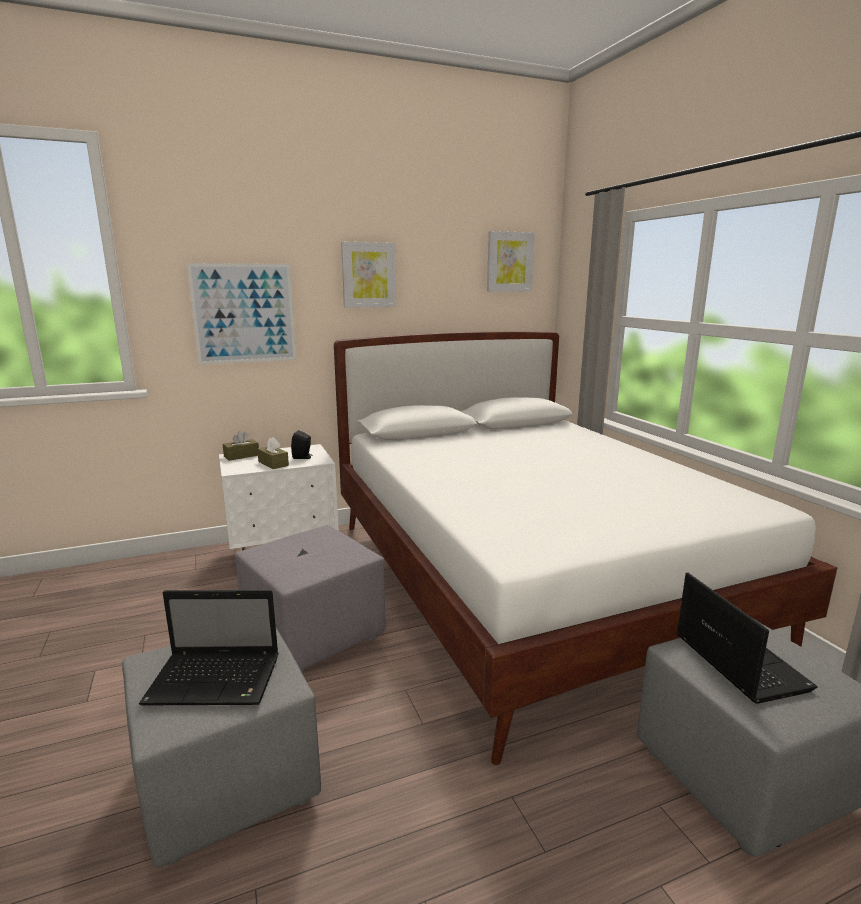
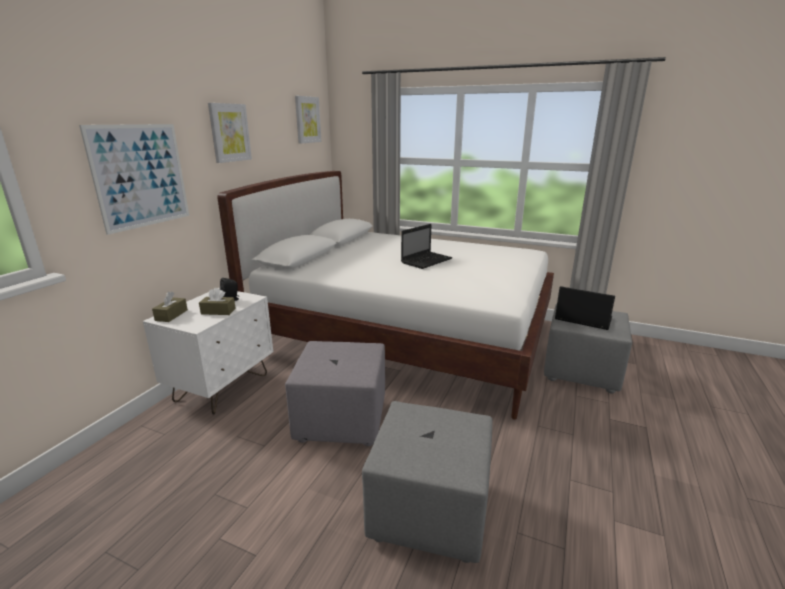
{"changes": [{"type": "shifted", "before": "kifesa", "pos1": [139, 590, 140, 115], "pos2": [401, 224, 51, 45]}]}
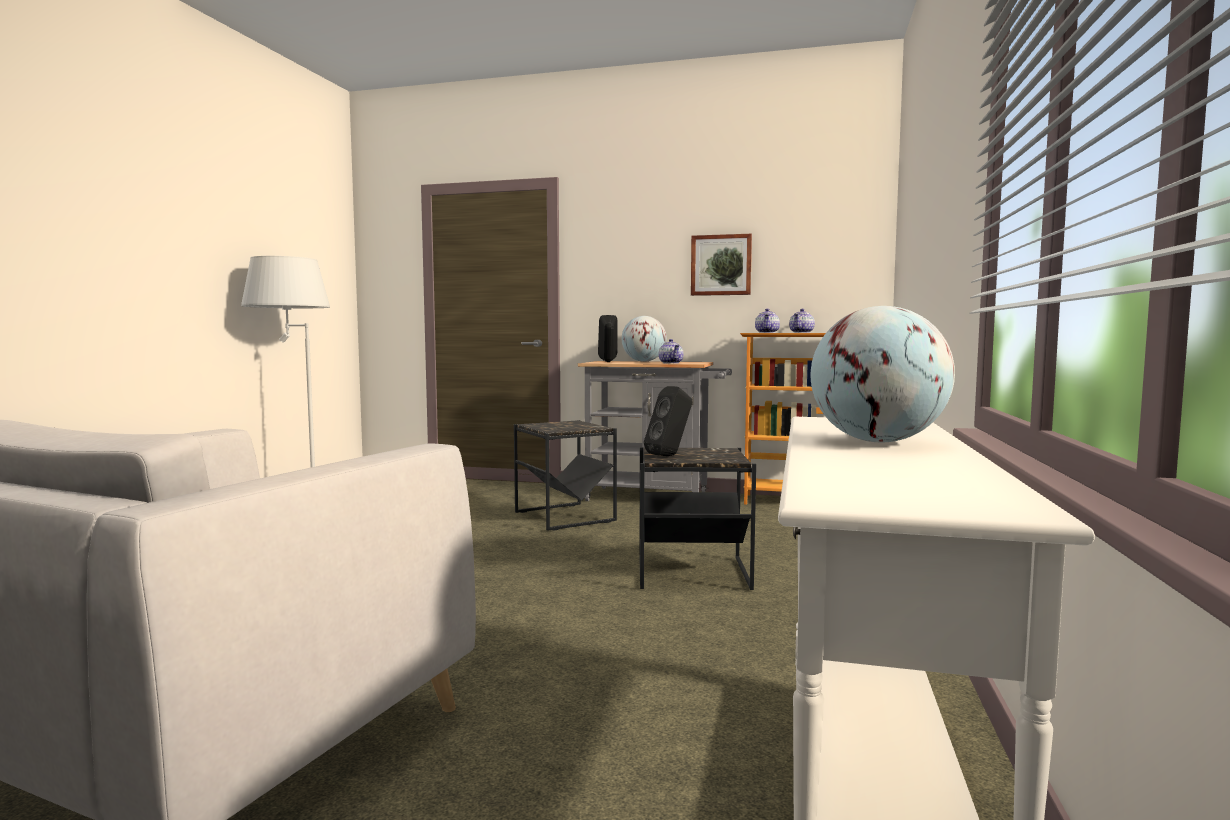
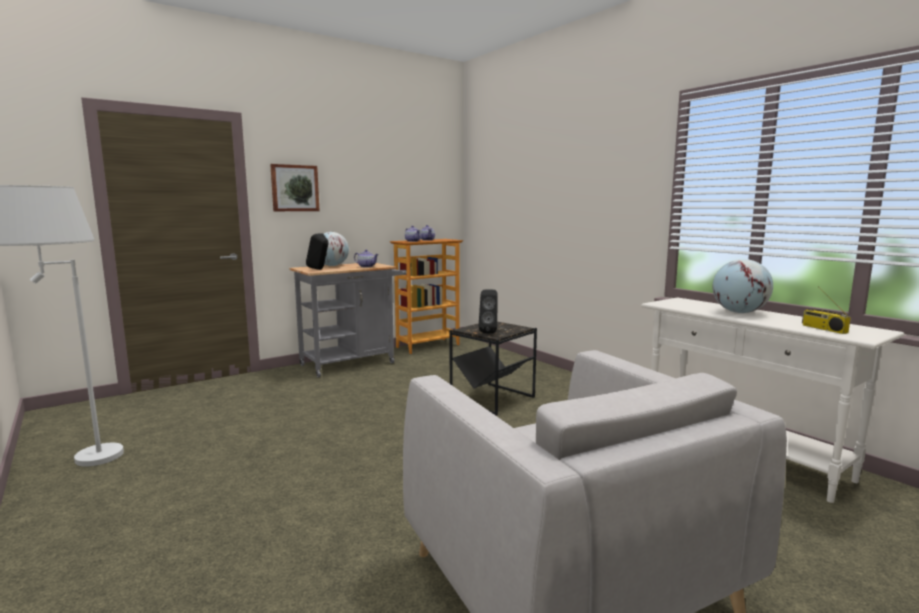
{"changes": [{"type": "shifted", "before": "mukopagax", "pos1": [691, 234, 61, 62], "pos2": [270, 164, 50, 47]}, {"type": "new", "after": "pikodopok", "pos2": [802, 286, 49, 48]}, {"type": "gone", "before": "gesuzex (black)", "pos1": [514, 420, 103, 111]}]}
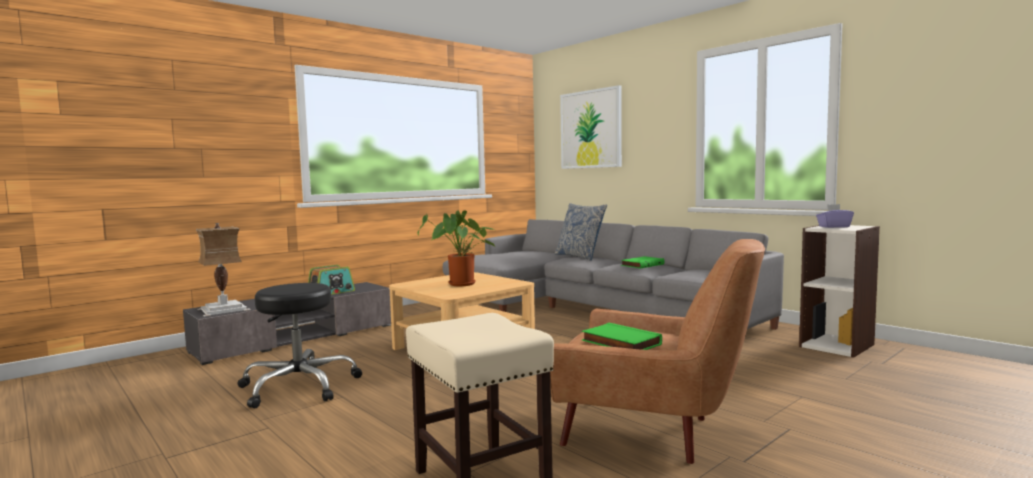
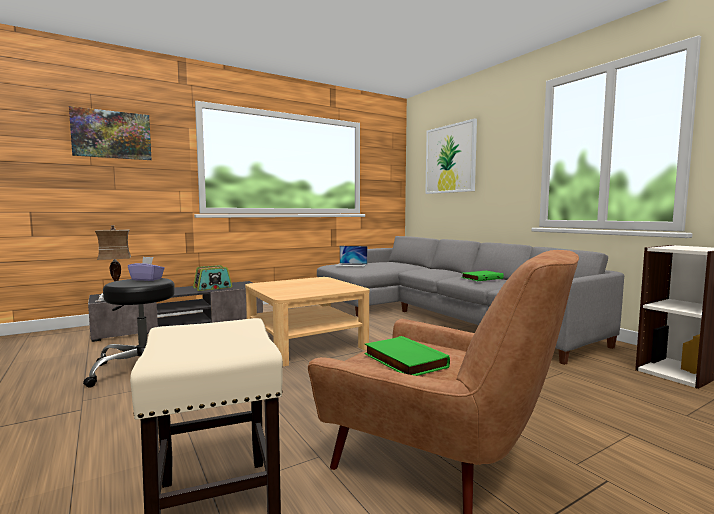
{"changes": [{"type": "new", "after": "mukopagax", "pos2": [69, 106, 83, 54]}, {"type": "shifted", "before": "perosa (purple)", "pos1": [816, 204, 38, 24], "pos2": [128, 257, 37, 24]}, {"type": "new", "after": "kifesa", "pos2": [335, 246, 32, 21]}, {"type": "gone", "before": "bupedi", "pos1": [417, 210, 78, 76]}, {"type": "gone", "before": "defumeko", "pos1": [555, 203, 52, 58]}]}
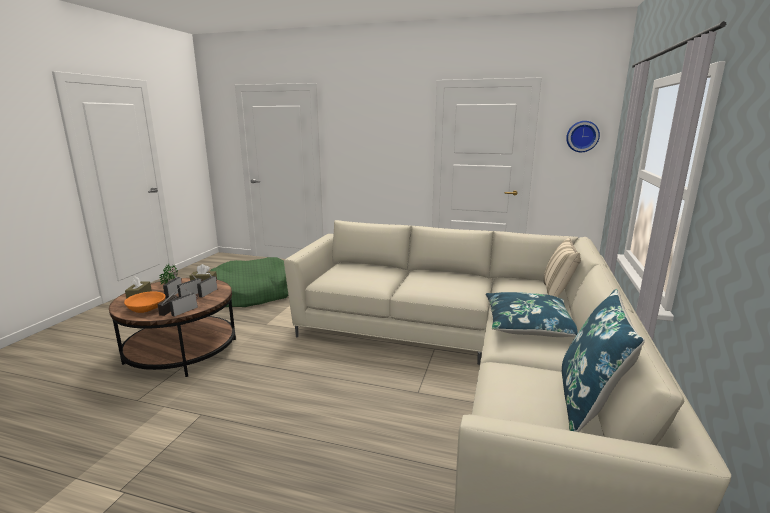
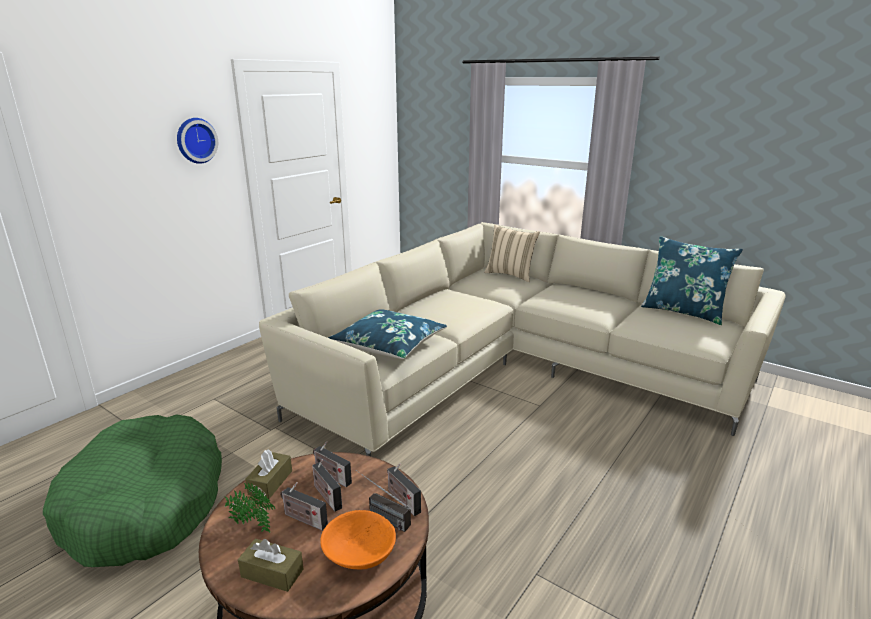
{"changes": [{"type": "shifted", "before": "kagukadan", "pos1": [566, 121, 34, 31], "pos2": [177, 118, 41, 46]}, {"type": "shifted", "before": "defumeko (blue)", "pos1": [486, 292, 91, 45], "pos2": [328, 309, 119, 50]}]}
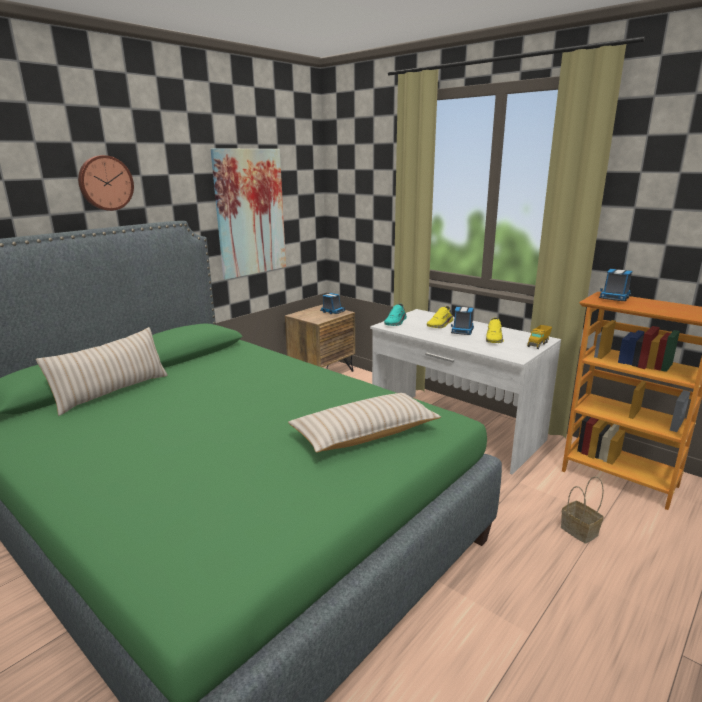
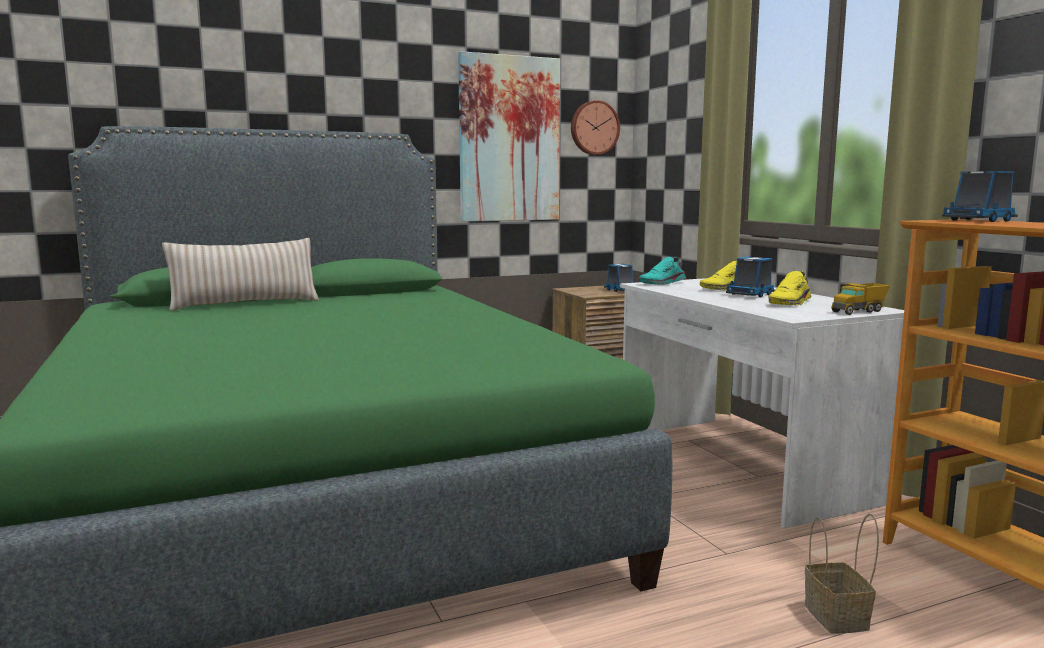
{"changes": [{"type": "shifted", "before": "kagukadan", "pos1": [78, 155, 56, 56], "pos2": [571, 100, 49, 55]}, {"type": "gone", "before": "defumeko (beige)", "pos1": [288, 393, 153, 60]}]}
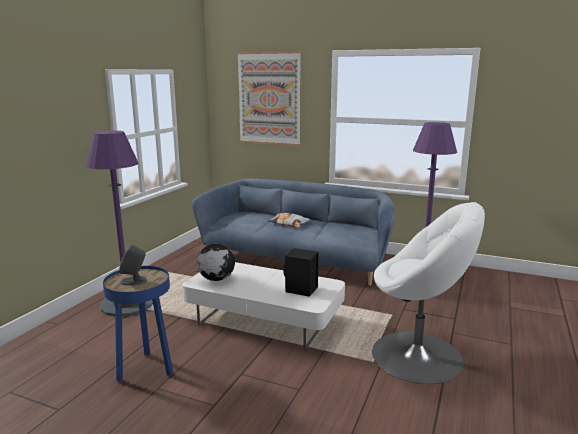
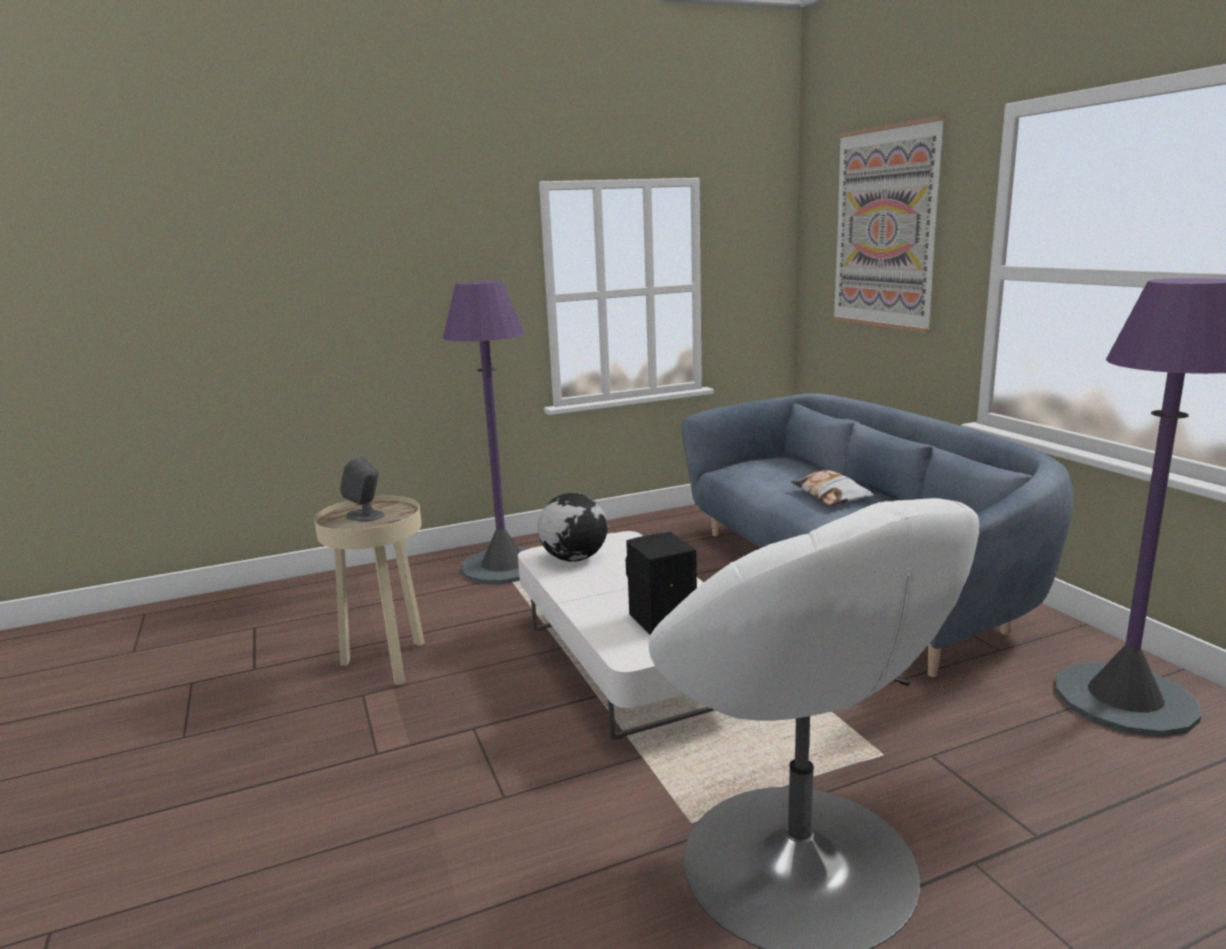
{"changes": [{"type": "repainted", "before": "gesuzex (blue)", "after": "gesuzex (beige)", "pos1": [103, 266, 70, 116], "pos2": [314, 496, 111, 189]}]}
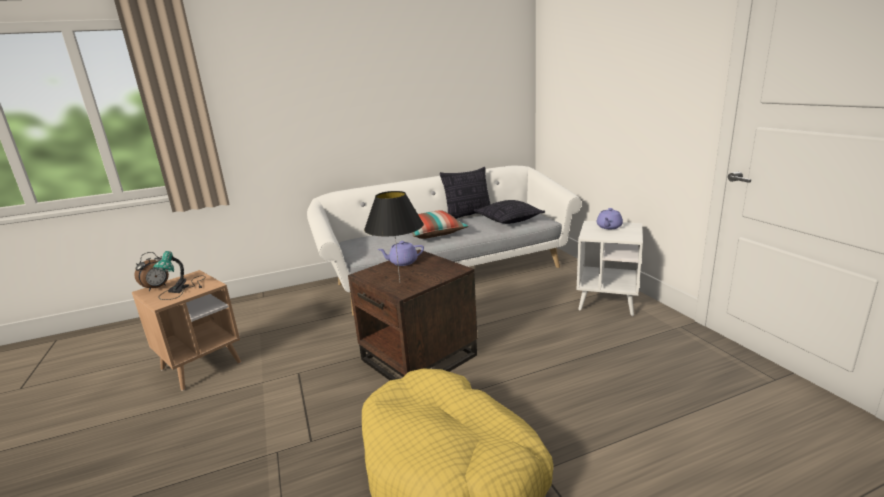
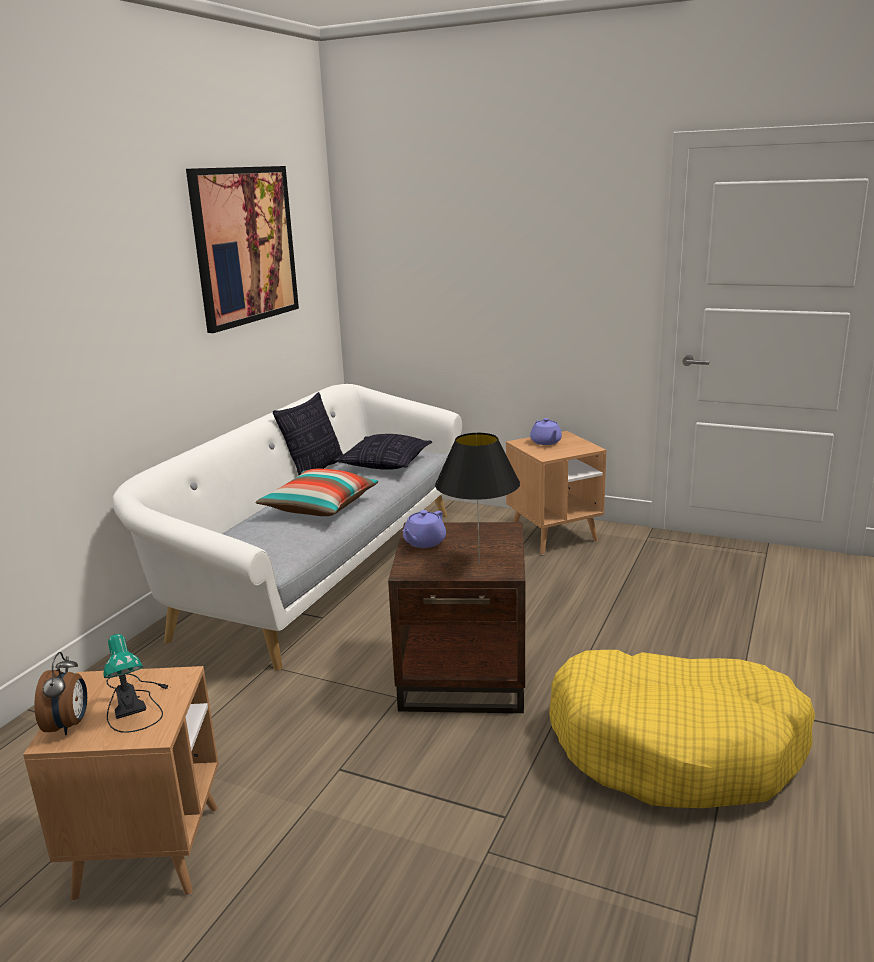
{"changes": [{"type": "new", "after": "mukopagax", "pos2": [186, 166, 113, 167]}, {"type": "repainted", "before": "gesuzex (white)", "after": "gesuzex (brown)", "pos1": [577, 221, 66, 95], "pos2": [506, 431, 100, 124]}]}
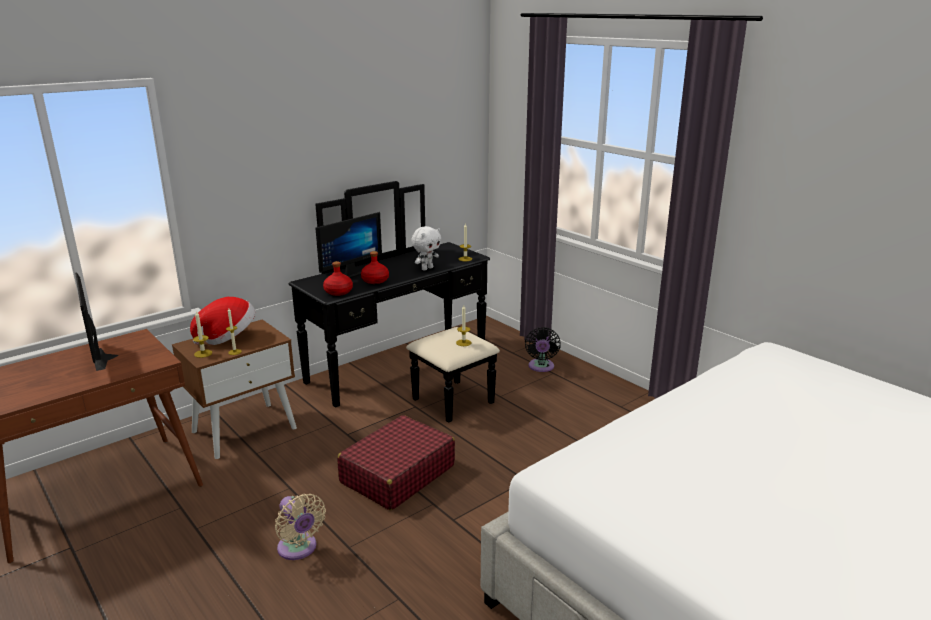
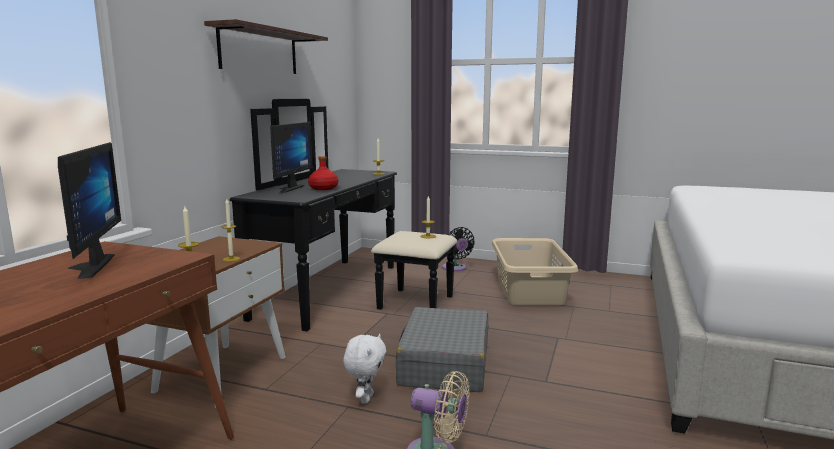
{"changes": [{"type": "rotated", "before": "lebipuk", "pos1": [75, 272, 43, 99], "pos2": [58, 142, 63, 137], "turn": -135}, {"type": "new", "after": "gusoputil", "pos2": [204, 19, 124, 55]}, {"type": "shifted", "before": "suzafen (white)", "pos1": [411, 226, 30, 45], "pos2": [343, 334, 43, 70]}, {"type": "repainted", "before": "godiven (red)", "after": "godiven (grey)", "pos1": [337, 415, 118, 95], "pos2": [396, 307, 93, 85]}, {"type": "new", "after": "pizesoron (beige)", "pos2": [492, 238, 86, 68]}, {"type": "gone", "before": "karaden", "pos1": [190, 297, 65, 48]}, {"type": "gone", "before": "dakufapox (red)", "pos1": [323, 261, 30, 35]}]}
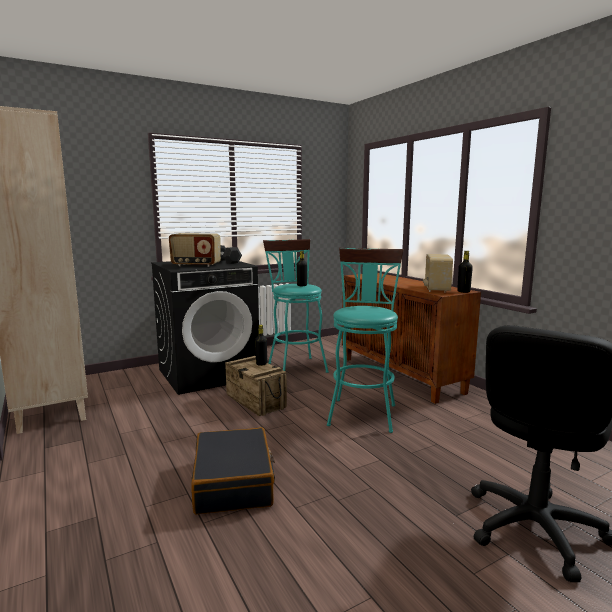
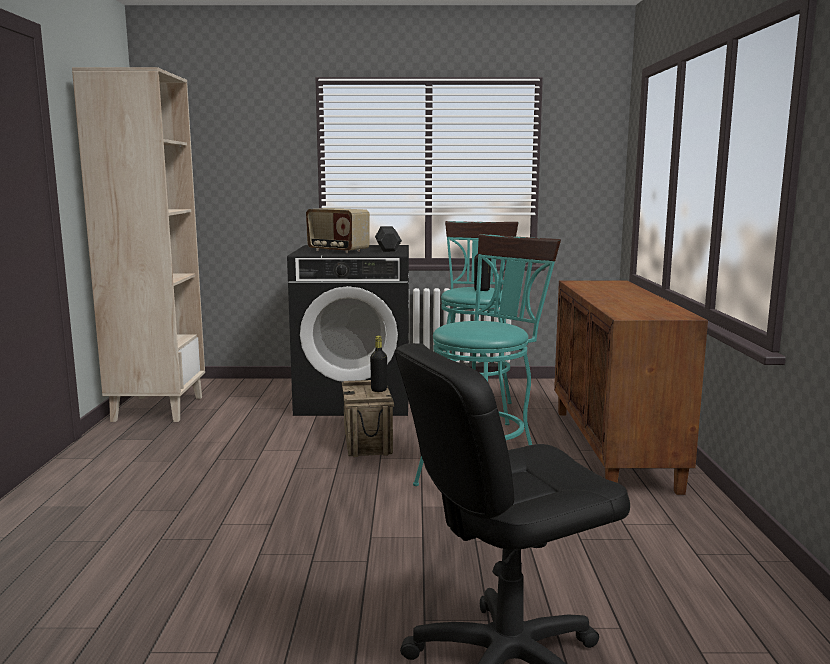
{"changes": [{"type": "gone", "before": "godiven (black)", "pos1": [191, 427, 84, 87]}, {"type": "gone", "before": "pikodopok", "pos1": [423, 254, 30, 38]}, {"type": "gone", "before": "dakufapox (black)", "pos1": [457, 251, 16, 42]}]}
